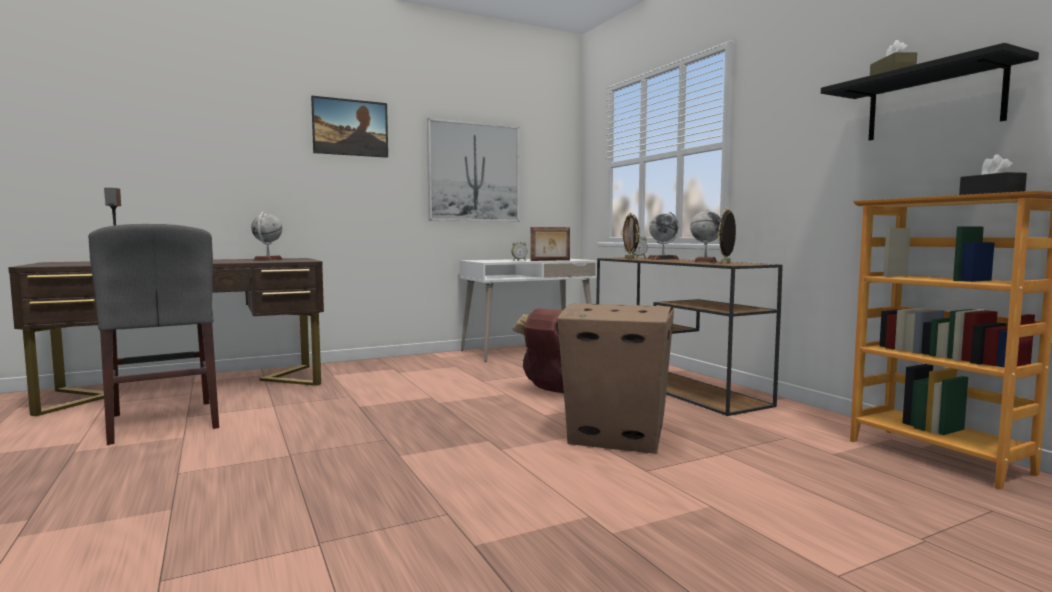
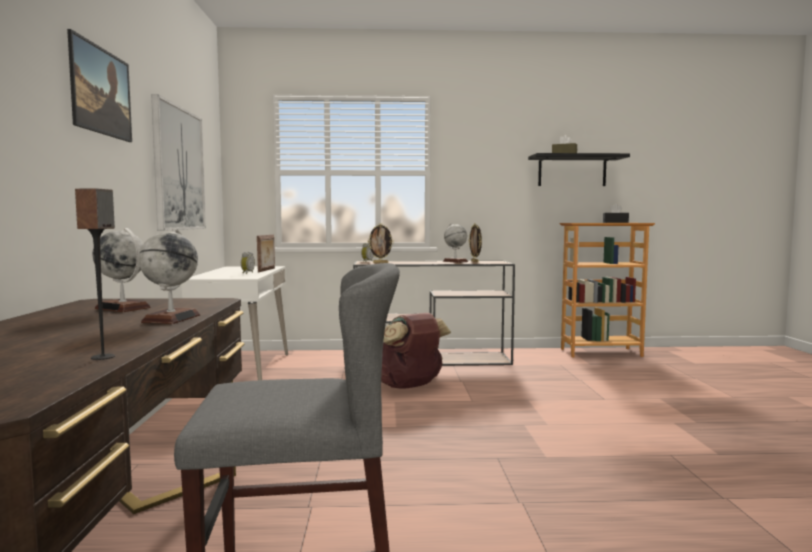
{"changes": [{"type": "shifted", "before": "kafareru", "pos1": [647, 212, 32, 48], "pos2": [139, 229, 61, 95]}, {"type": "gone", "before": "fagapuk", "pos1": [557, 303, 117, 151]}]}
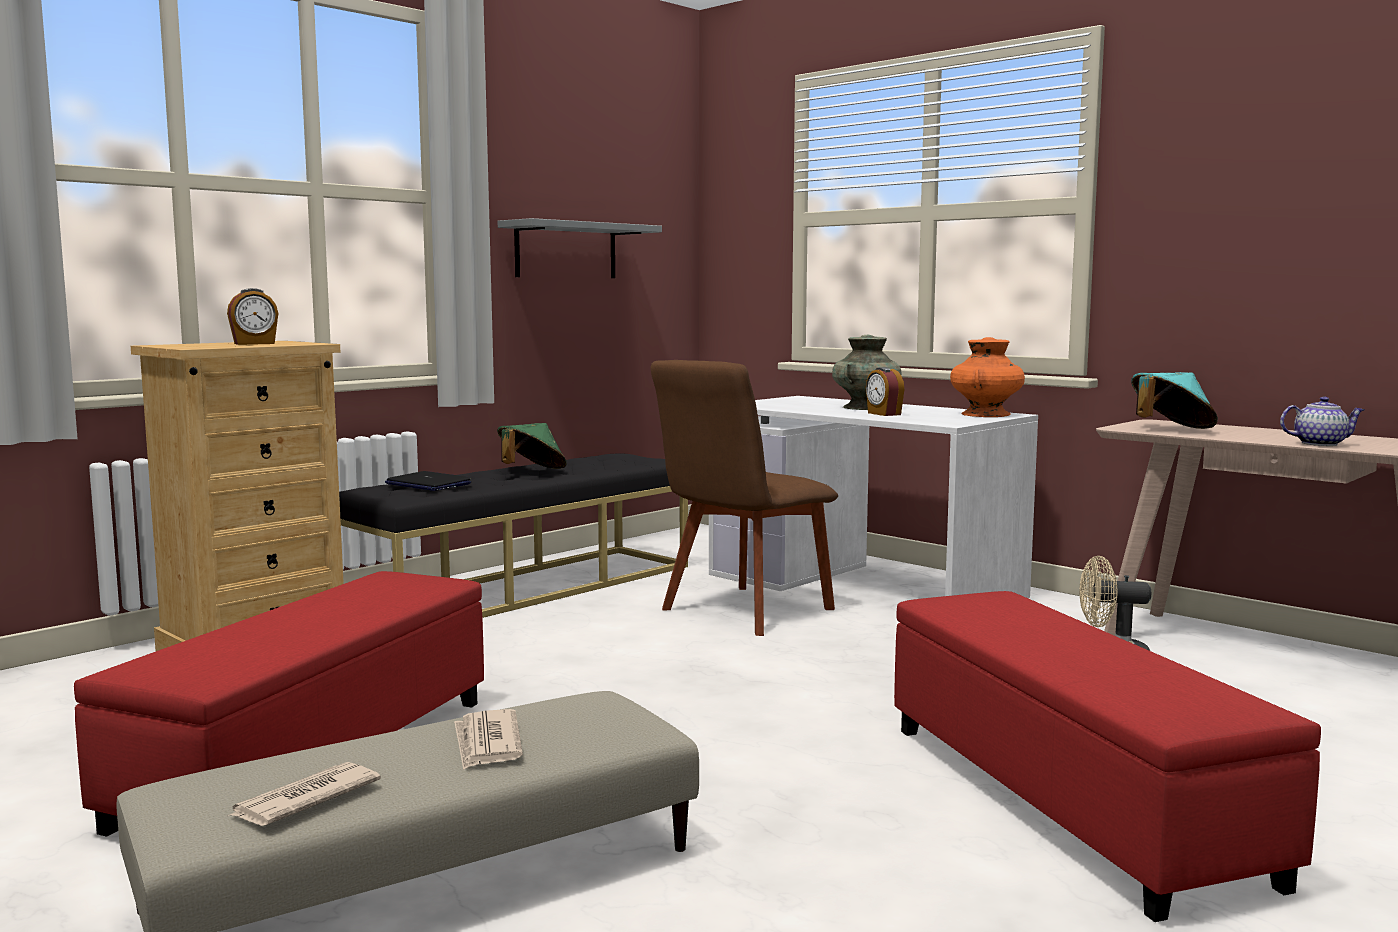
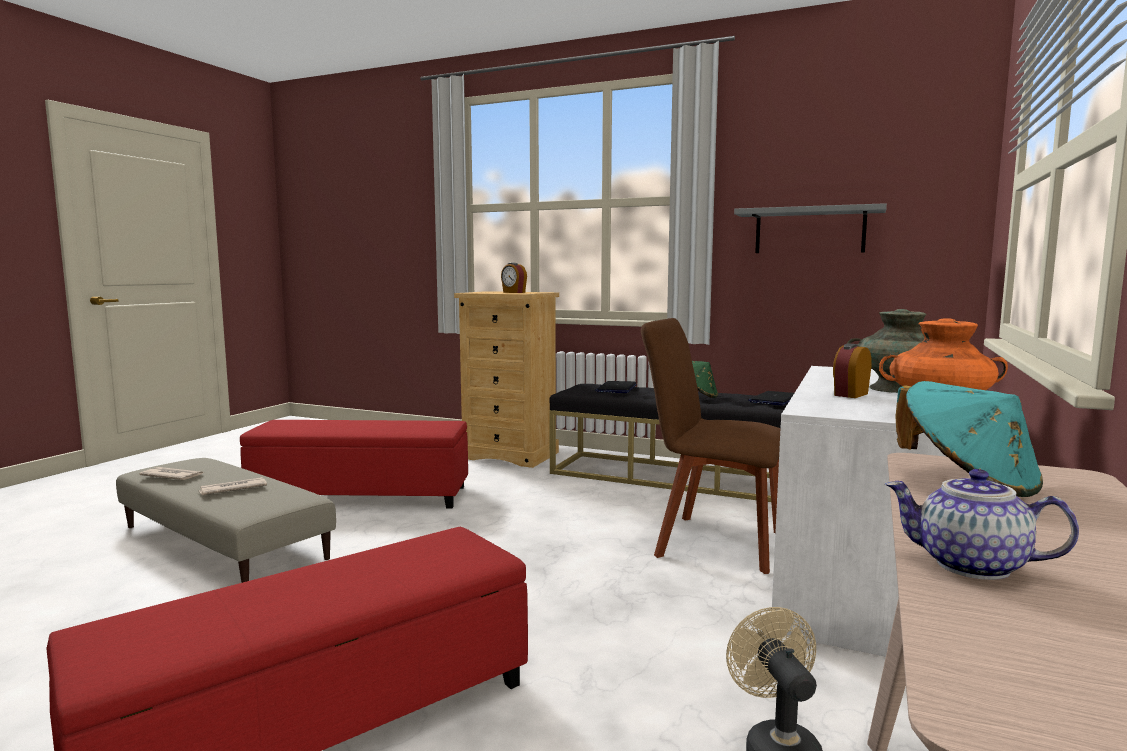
{"changes": [{"type": "new", "after": "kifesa", "pos2": [748, 391, 46, 15]}, {"type": "rotated", "before": "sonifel", "pos1": [1280, 397, 84, 49], "pos2": [885, 469, 194, 111], "turn": 135}]}
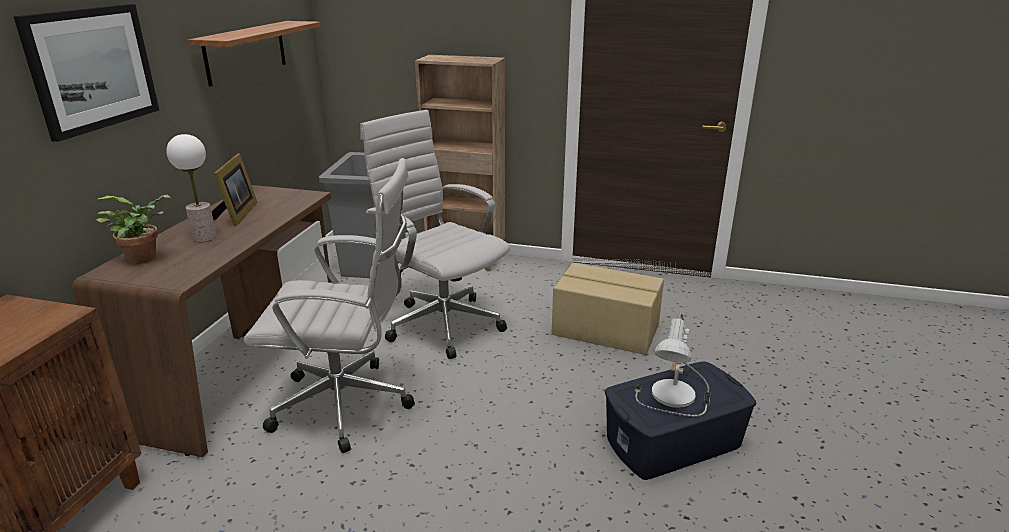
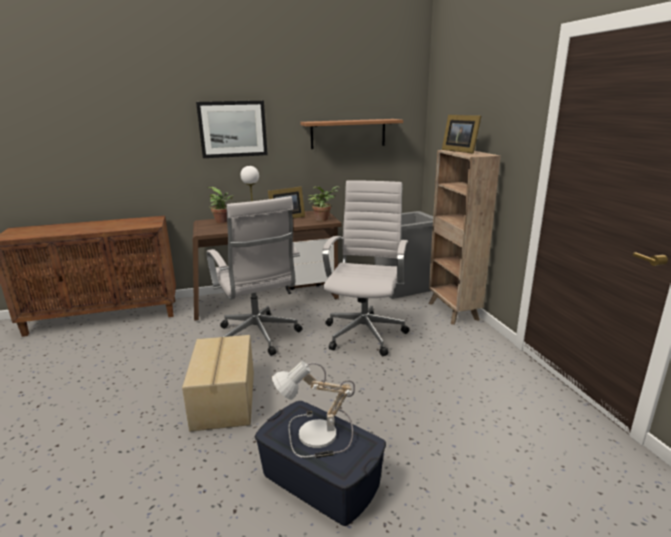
{"changes": [{"type": "shifted", "before": "fagapuk", "pos1": [552, 263, 112, 92], "pos2": [182, 335, 72, 96]}, {"type": "new", "after": "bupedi", "pos2": [308, 186, 30, 35]}, {"type": "new", "after": "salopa", "pos2": [442, 115, 39, 39]}]}
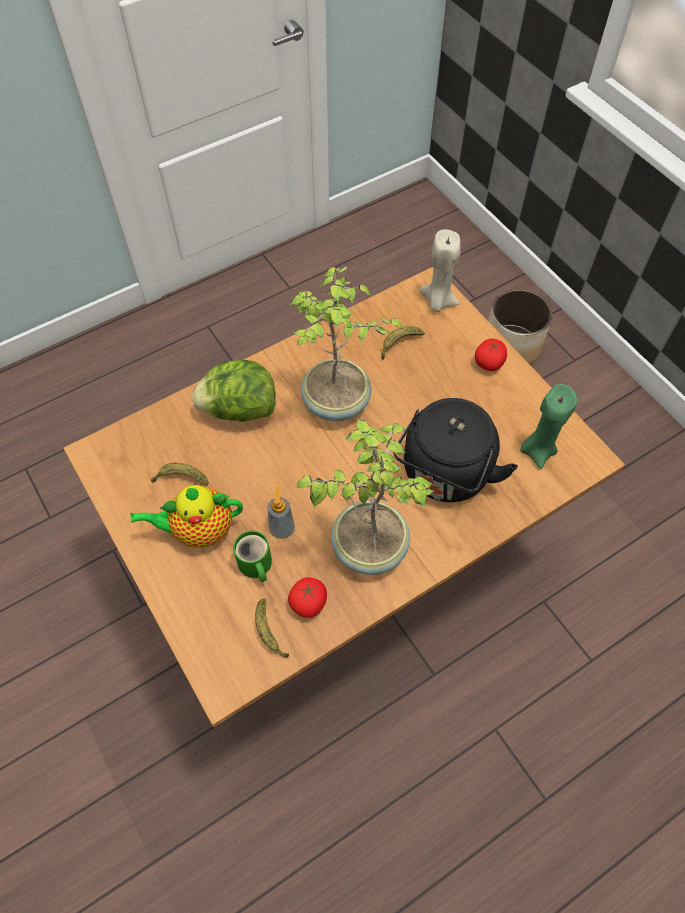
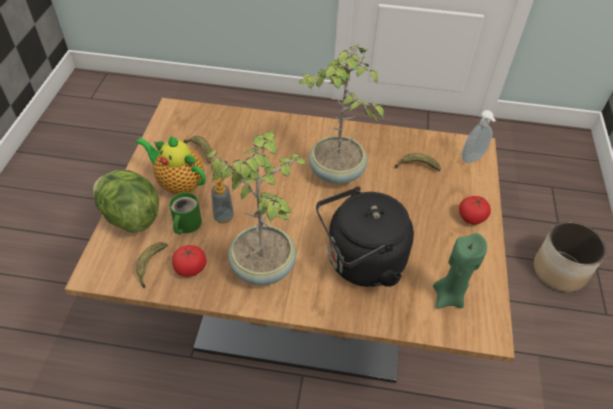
{"changes": [{"type": "shifted", "before": "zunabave", "pos1": [193, 360, 83, 62], "pos2": [93, 170, 66, 63]}, {"type": "swapped", "before": "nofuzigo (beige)", "after": "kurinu", "pos1": [420, 229, 41, 83], "pos2": [461, 110, 35, 53]}]}
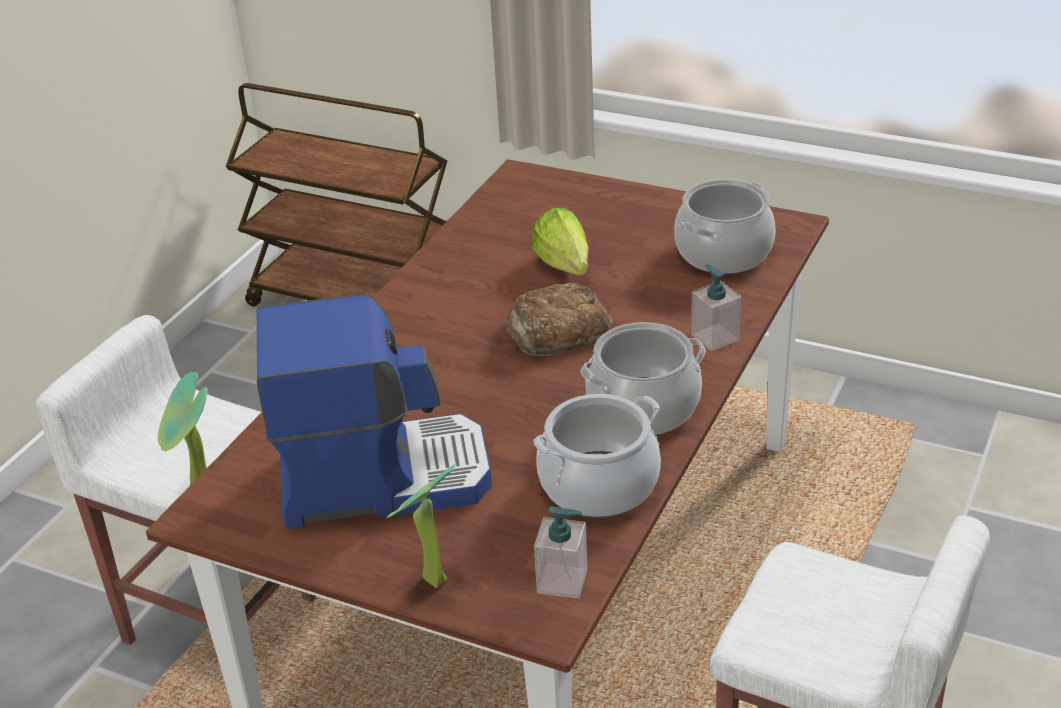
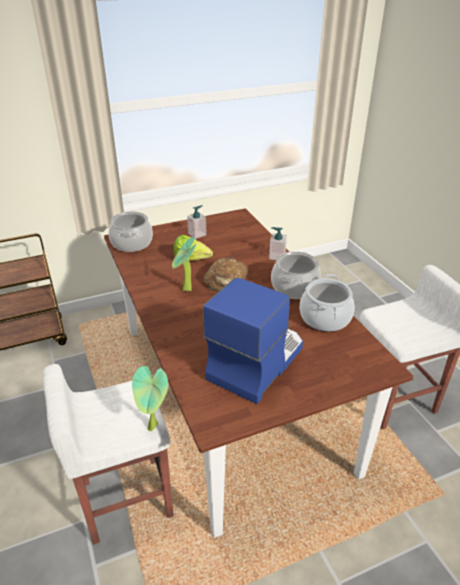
{"changes": [{"type": "shifted", "before": "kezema", "pos1": [674, 179, 102, 95], "pos2": [109, 211, 44, 41]}, {"type": "shifted", "before": "bupedi", "pos1": [386, 464, 71, 124], "pos2": [172, 237, 24, 54]}, {"type": "shifted", "before": "kurinu", "pos1": [534, 506, 53, 93], "pos2": [187, 205, 20, 34]}]}
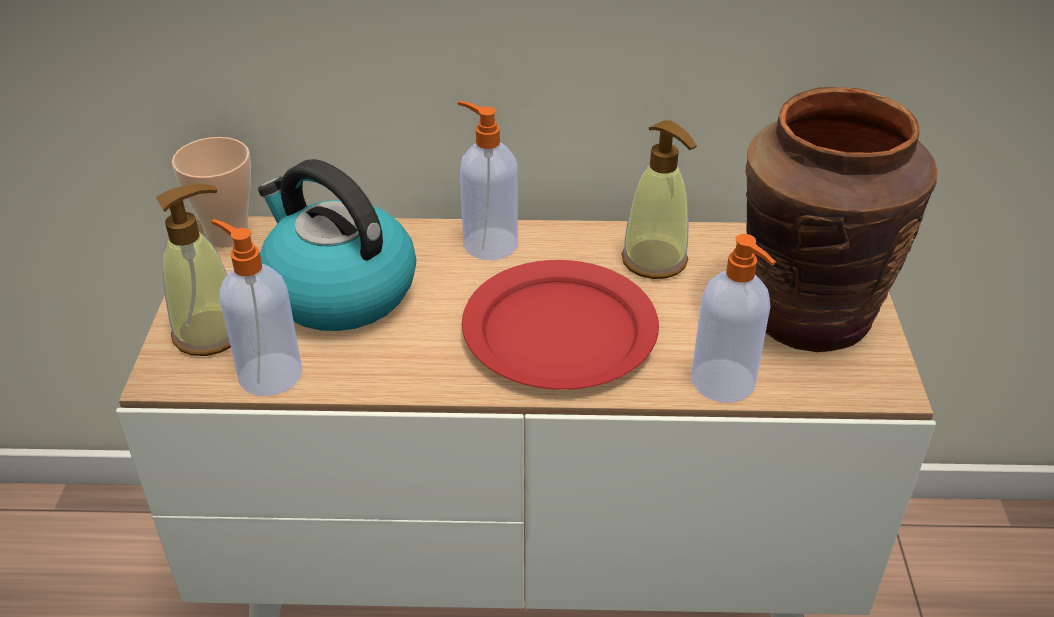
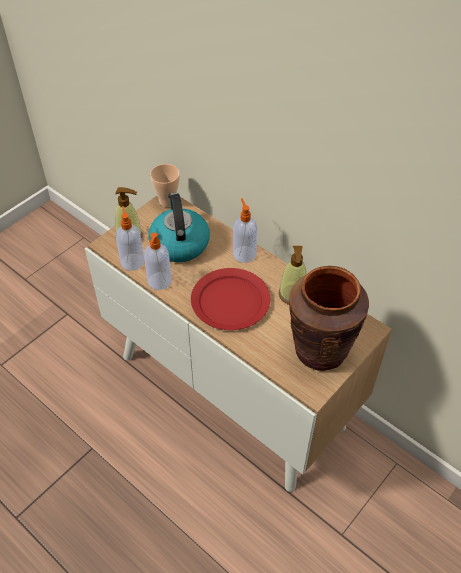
{"changes": [{"type": "shifted", "before": "kurinu", "pos1": [691, 234, 84, 169], "pos2": [144, 232, 28, 58]}]}
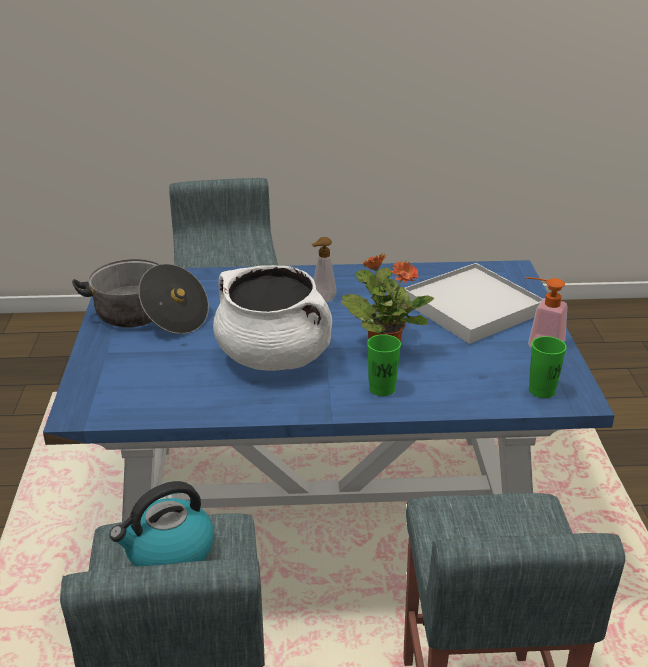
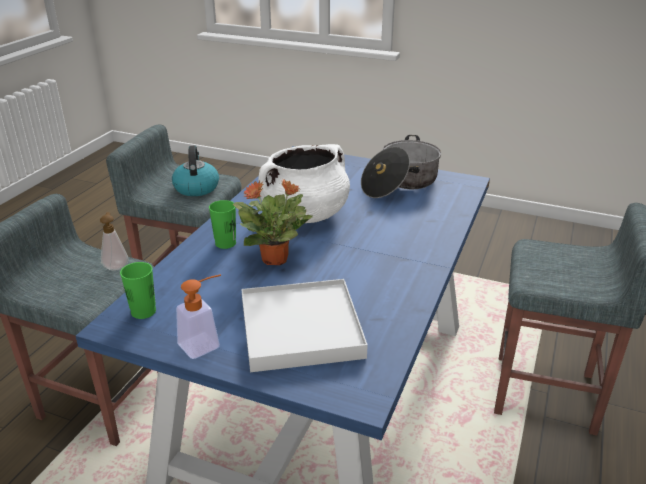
{"changes": [{"type": "shifted", "before": "kurinu", "pos1": [311, 237, 25, 65], "pos2": [100, 212, 29, 58]}]}
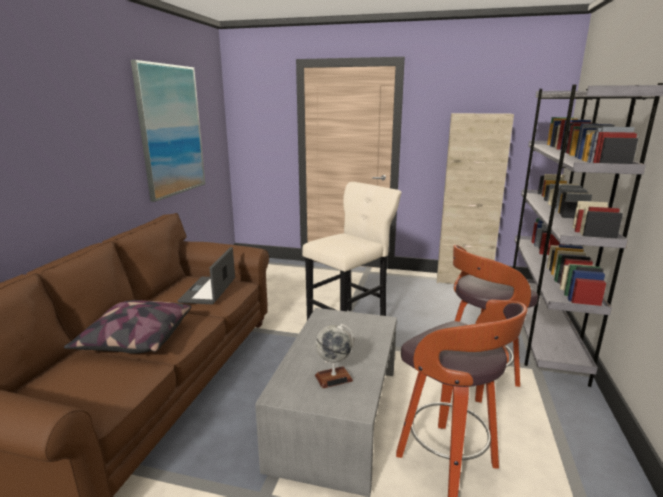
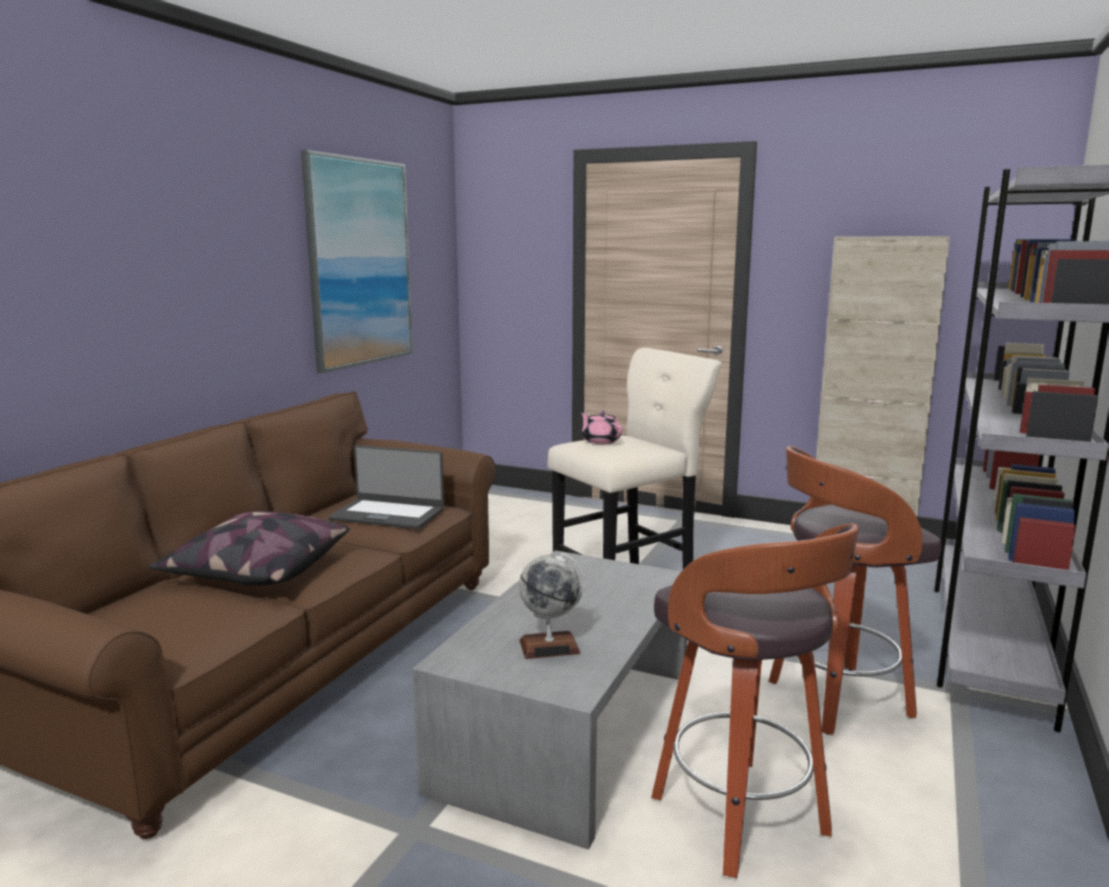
{"changes": [{"type": "rotated", "before": "kifesa", "pos1": [178, 247, 57, 57], "pos2": [328, 445, 116, 84], "turn": -90}, {"type": "new", "after": "sonifel (pink)", "pos2": [580, 411, 42, 33]}]}
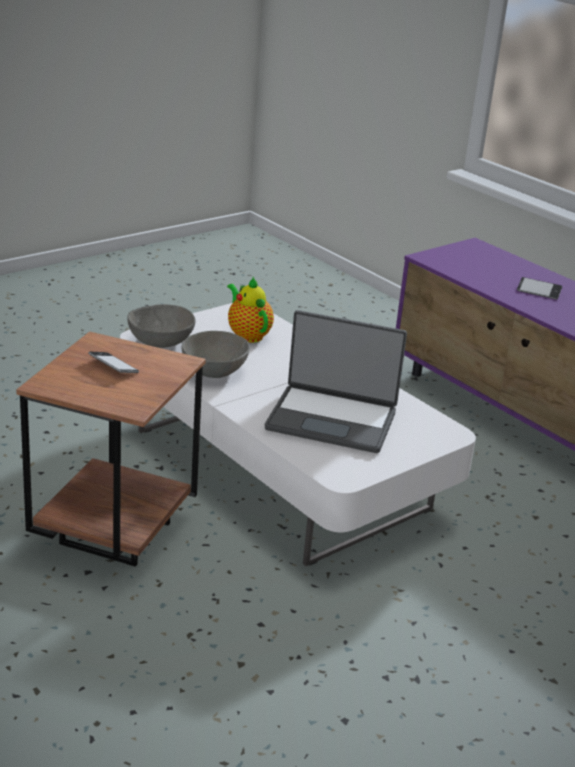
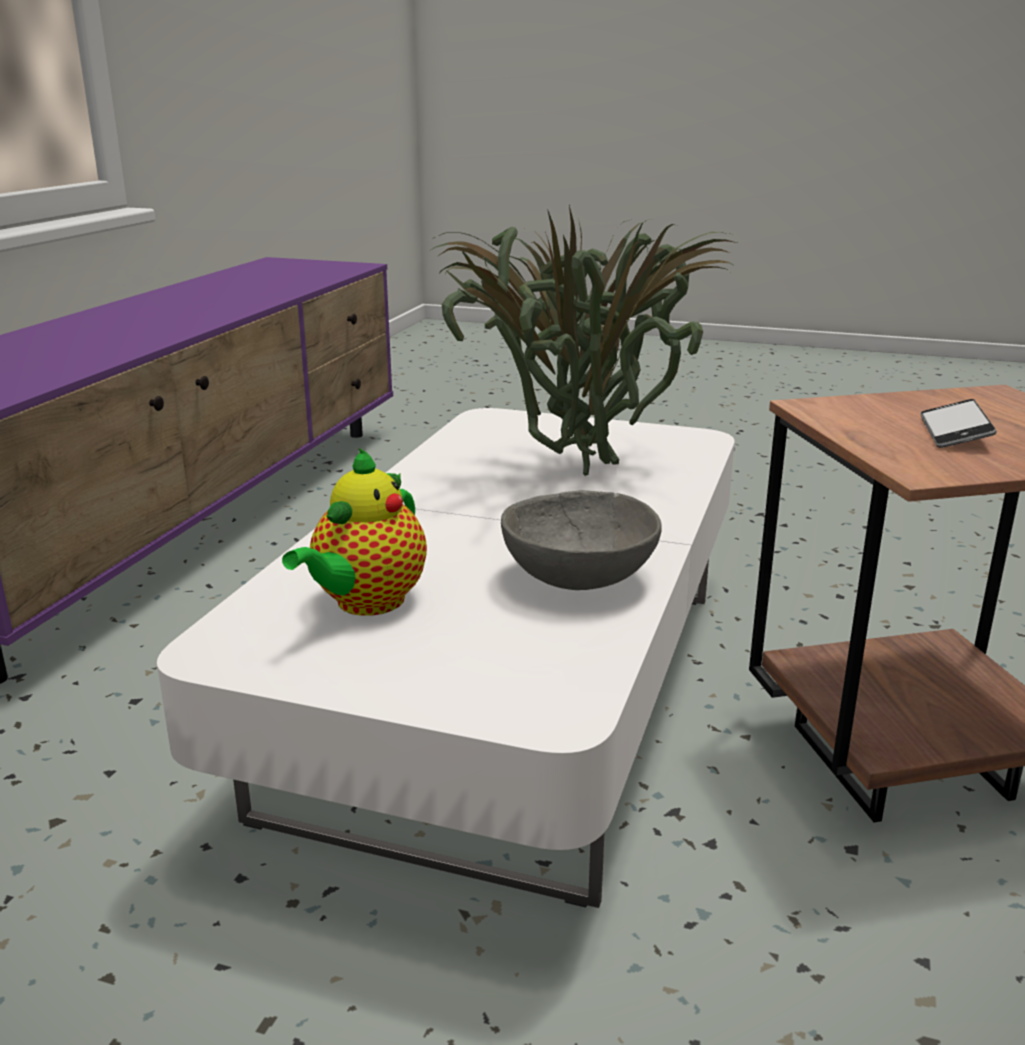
{"changes": [{"type": "swapped", "before": "kifesa", "after": "bupedi", "pos1": [265, 310, 142, 143], "pos2": [431, 205, 306, 271]}, {"type": "gone", "before": "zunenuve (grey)", "pos1": [127, 304, 68, 44]}, {"type": "gone", "before": "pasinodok", "pos1": [517, 277, 45, 22]}]}
